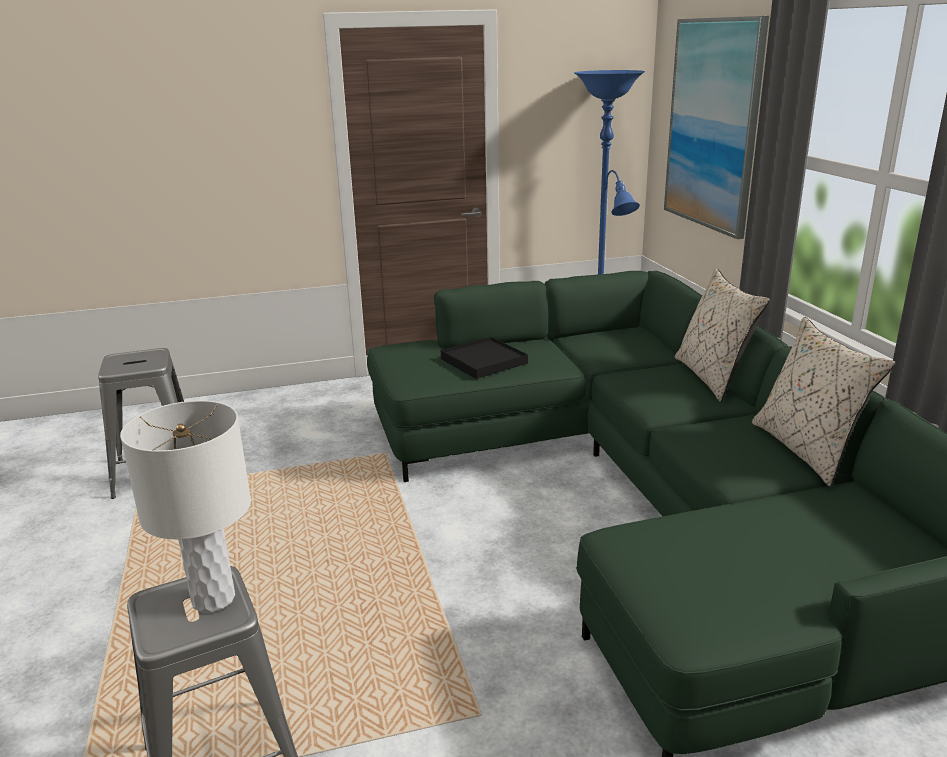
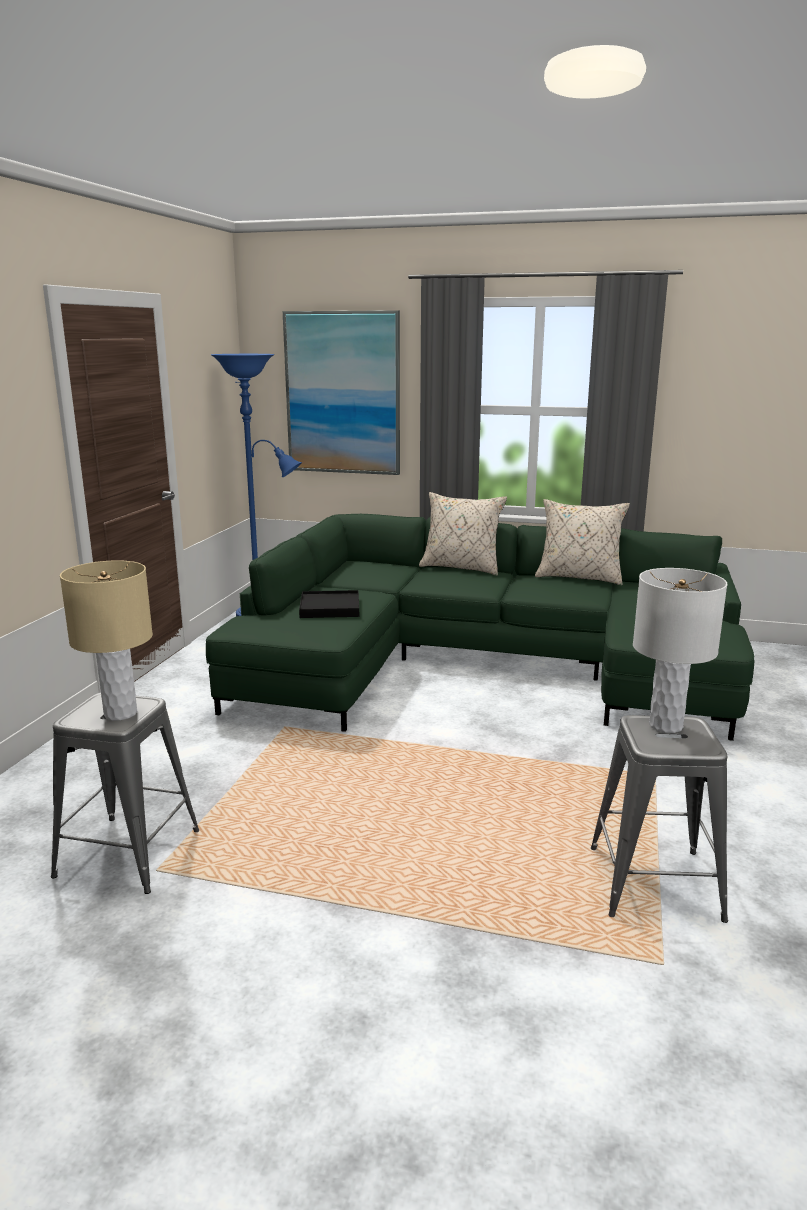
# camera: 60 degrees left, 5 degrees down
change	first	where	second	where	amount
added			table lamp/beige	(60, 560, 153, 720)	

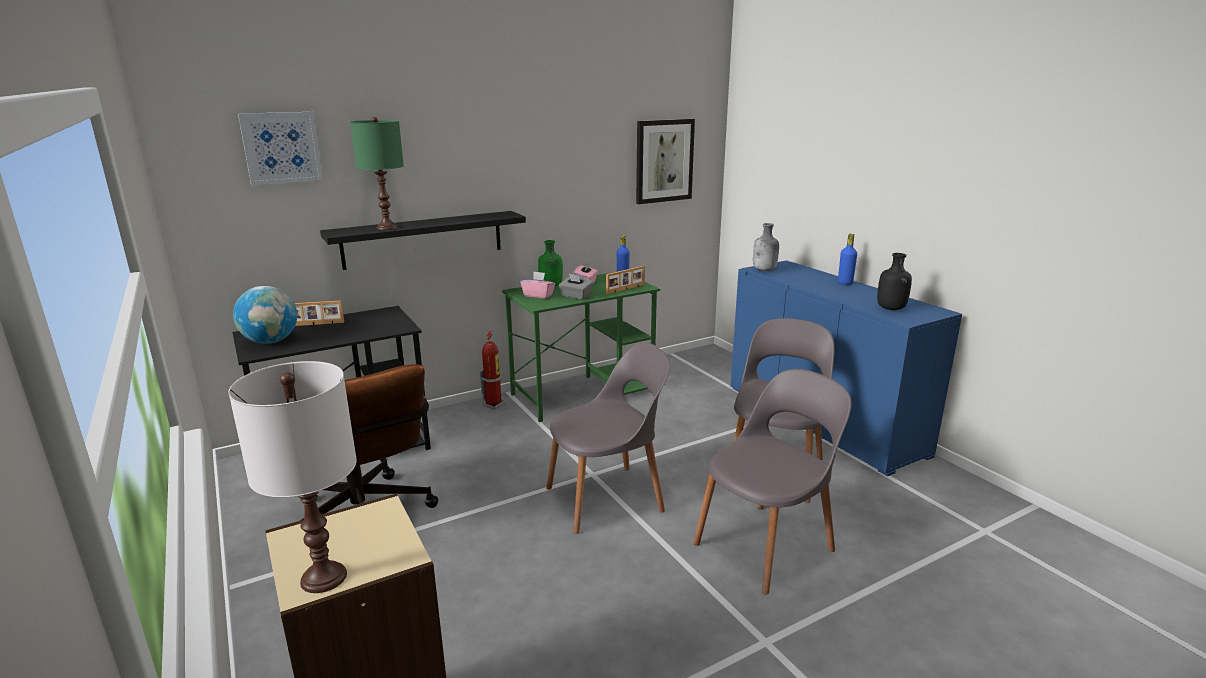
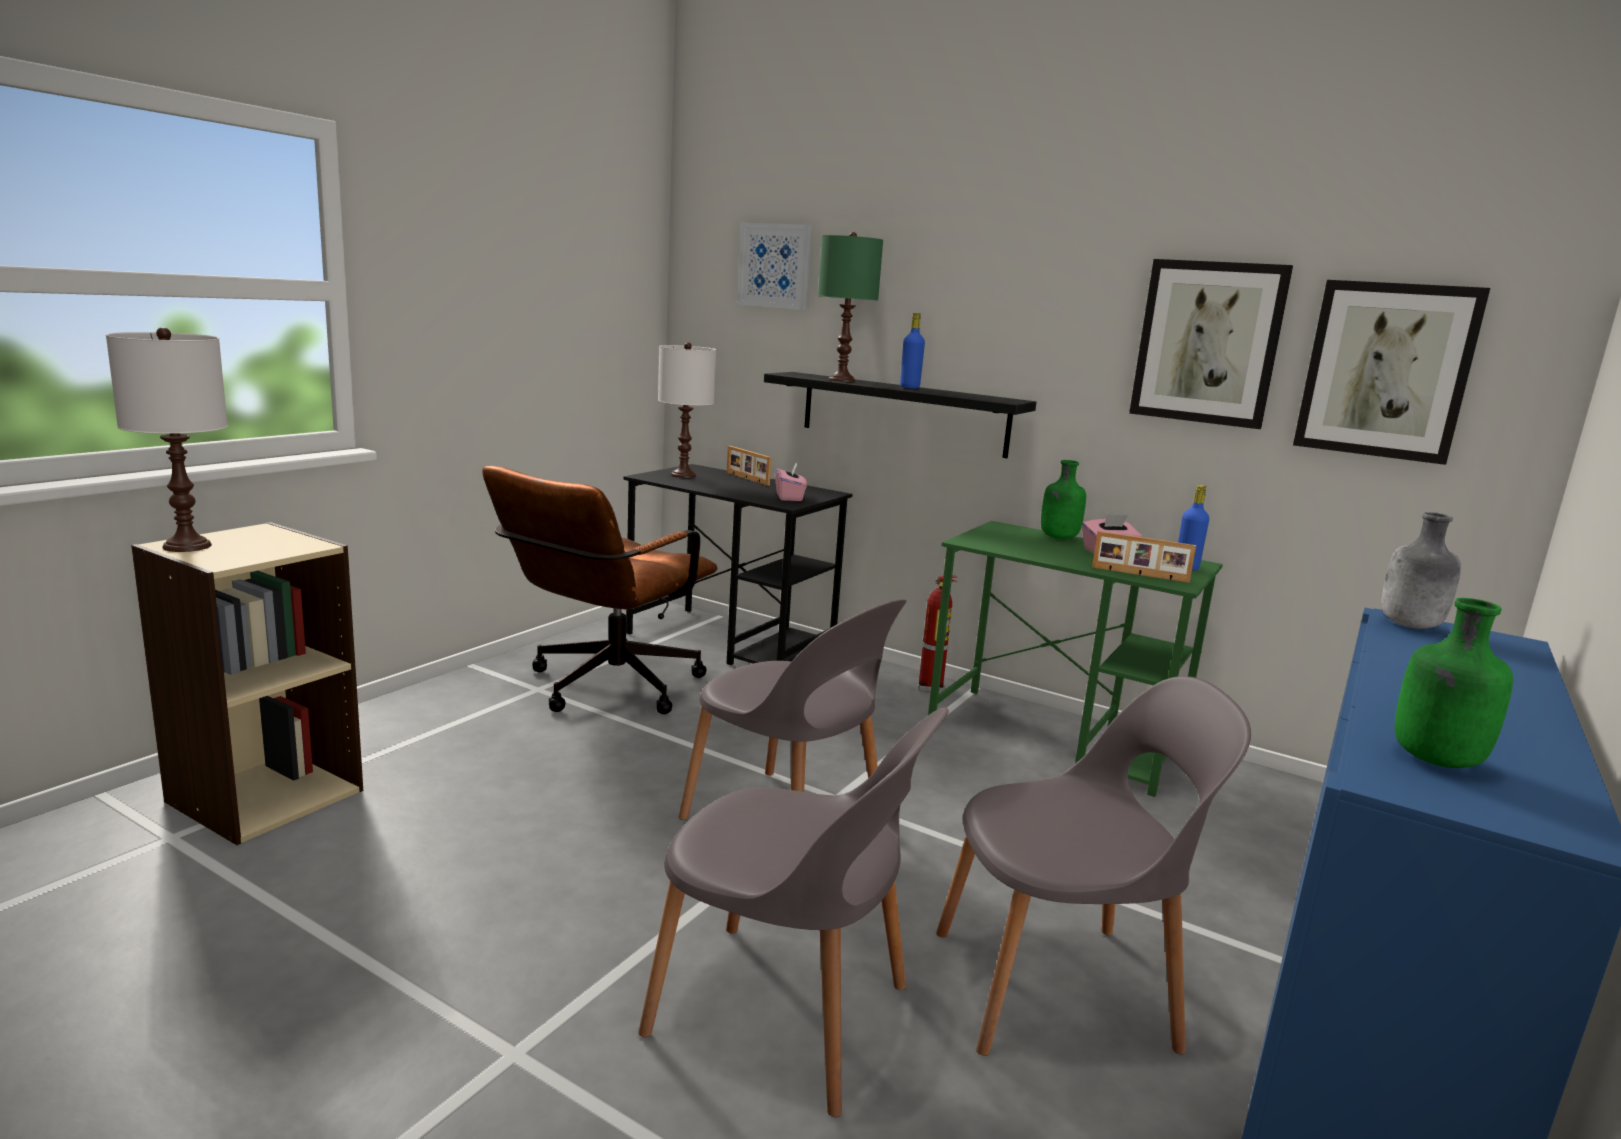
# camera: 60 degrees right, 5 degrees down
change	first	where	second	where	amount
moved	bottle/blue	(838, 234, 857, 285)		(900, 313, 925, 389)	
recoloured	bottle/black	(877, 253, 912, 310)	bottle/green	(1395, 598, 1513, 768)	
moved	tissue box/pink	(521, 272, 555, 299)		(775, 463, 807, 501)	
removed	tissue box/grey	(559, 274, 593, 300)			
replaced	globe	(233, 286, 297, 344)	table lamp/white	(658, 342, 716, 478)	
added			picture	(1129, 259, 1293, 429)	

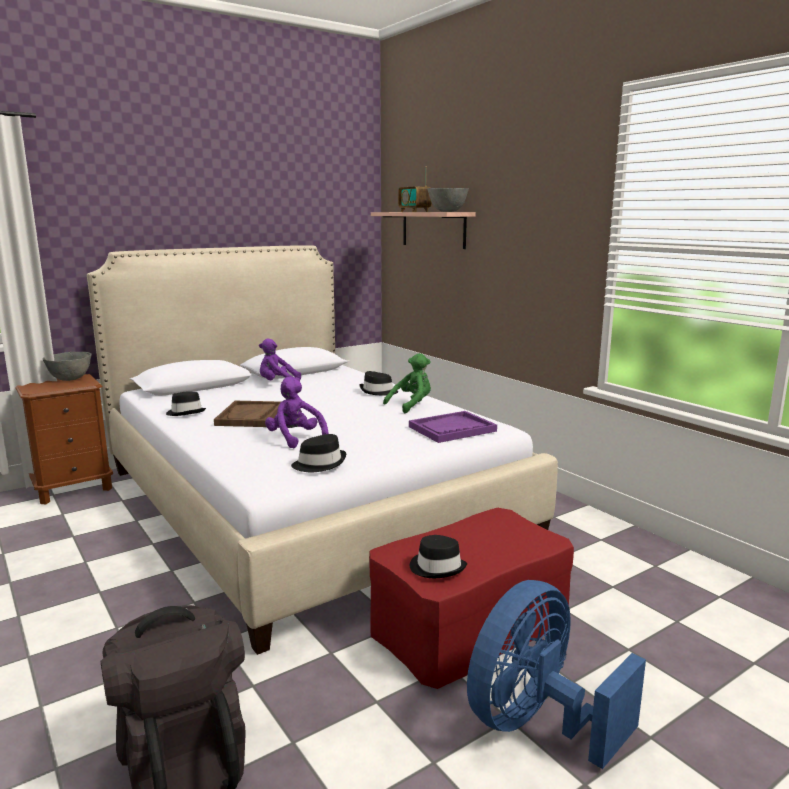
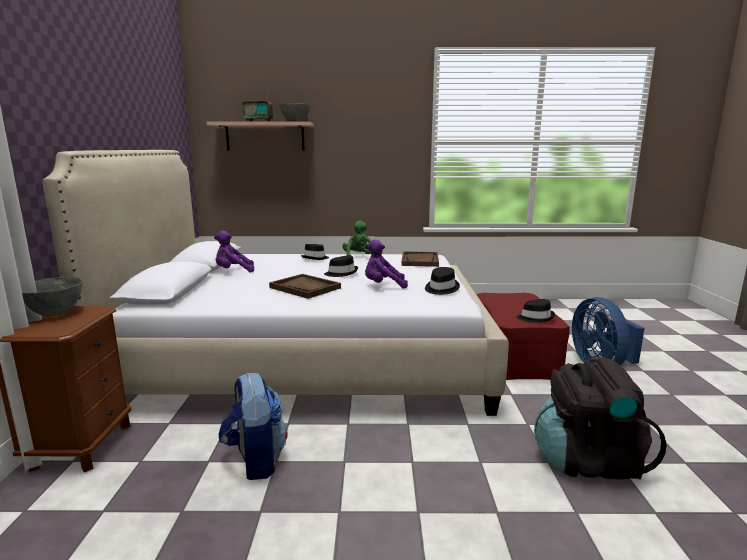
# camera: 55 degrees left, 0 degrees up
change	first	where	second	where	amount
turned	plush toy/purple	(259, 339, 301, 381)		(214, 231, 254, 273)	45 degrees clockwise
moved	hat/black	(166, 391, 206, 416)		(324, 255, 358, 277)	
recoloured	tray/purple	(409, 411, 497, 443)	tray/brown	(401, 251, 439, 267)	
added			backpack	(218, 373, 288, 480)	

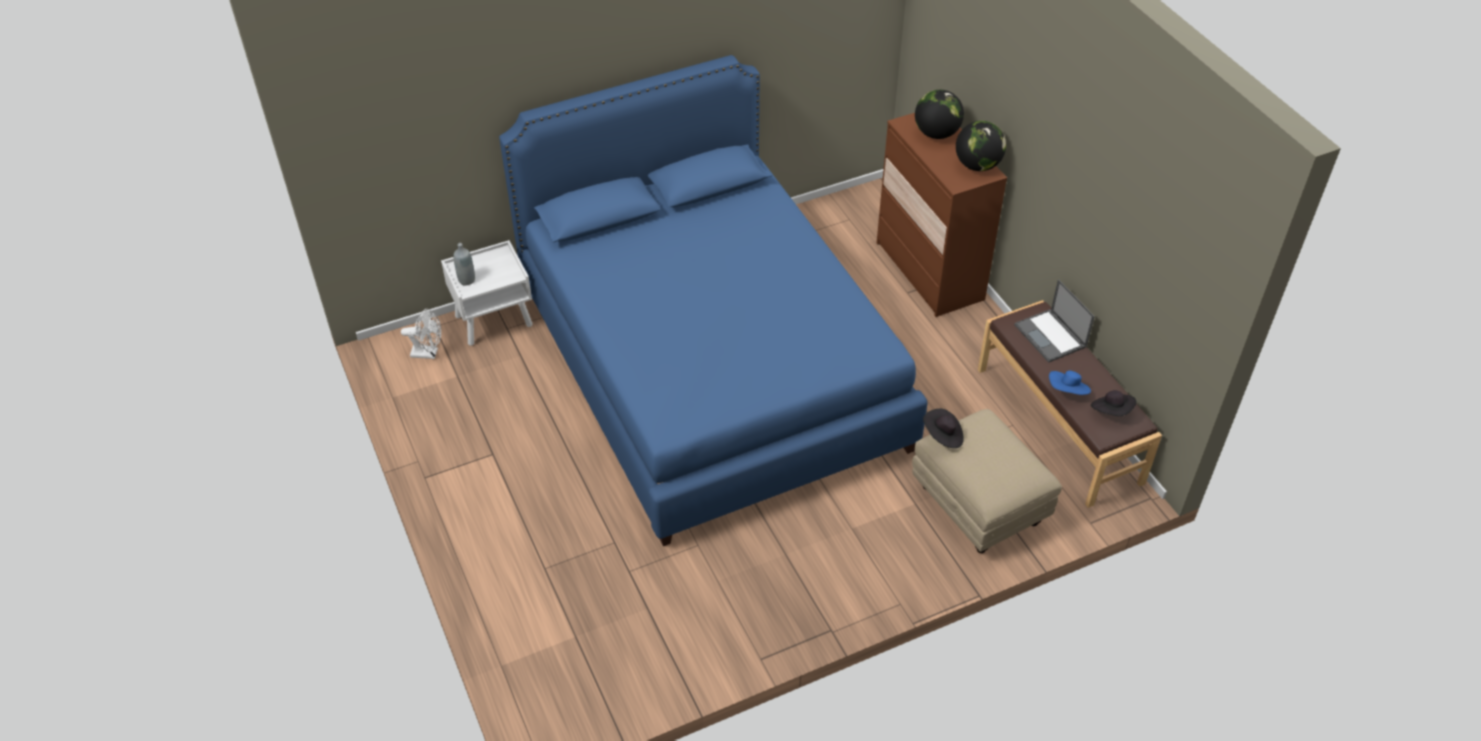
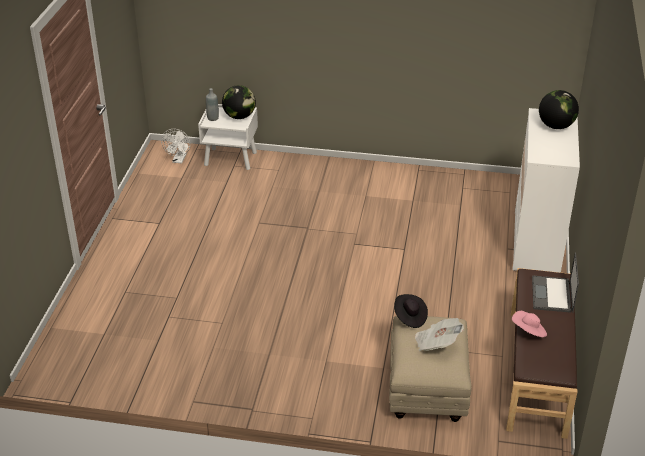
# camera: 35 degrees right, 10 degrees down
change	first	where	second	where	amount
removed	bed/blue	(499, 55, 928, 546)			
recoloured	dresser/brown	(877, 113, 1007, 317)	dresser/white	(512, 108, 580, 273)	
moved	globe	(956, 121, 1006, 171)		(222, 85, 256, 119)	
turned	fan/white	(401, 309, 441, 359)		(161, 129, 190, 164)	60 degrees clockwise
recoloured	hat/blue	(1049, 370, 1091, 395)	hat/pink	(512, 311, 547, 337)	
removed	hat/black	(1091, 390, 1137, 416)			
added			newspaper	(415, 318, 464, 351)	

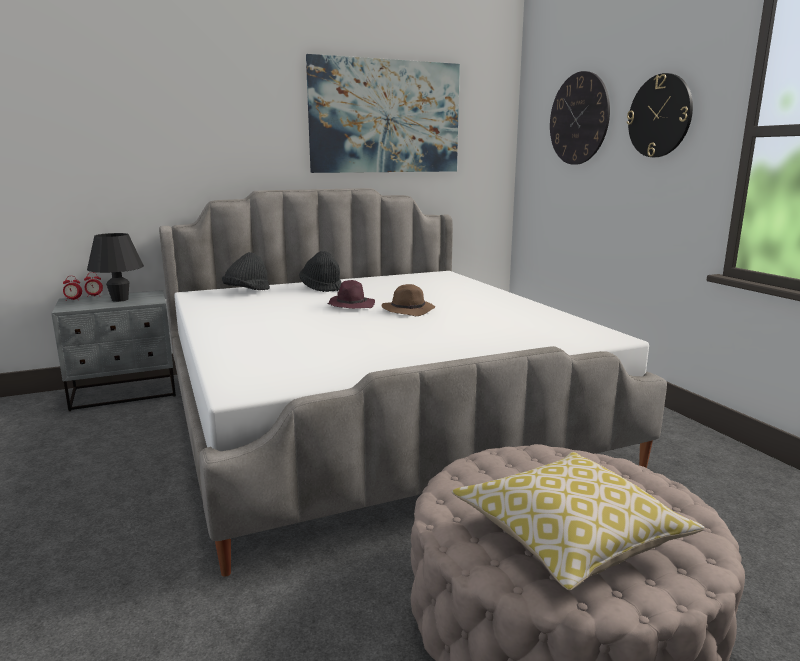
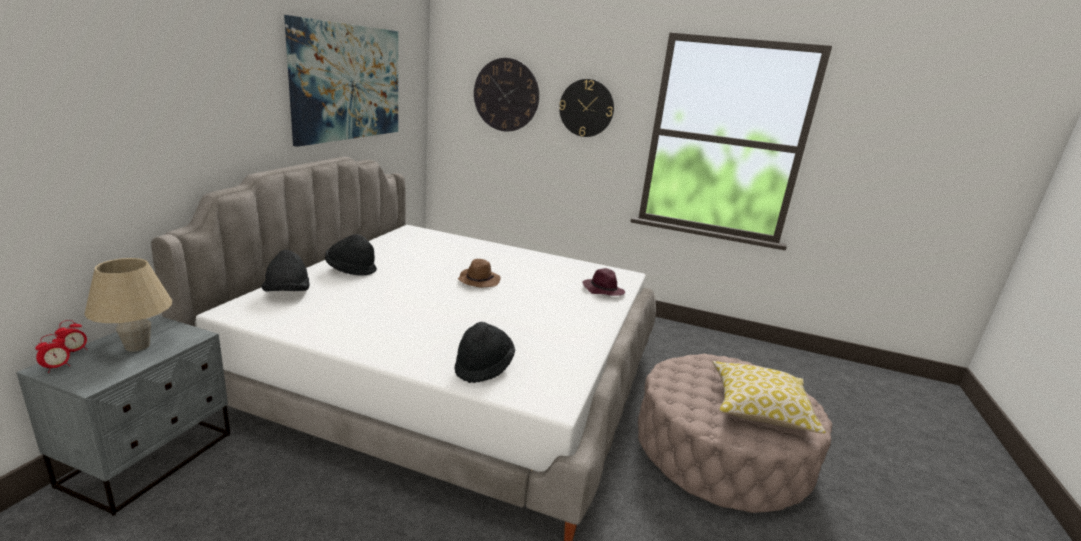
# camera: 50 degrees left, 5 degrees up
change	first	where	second	where	amount
recoloured	table lamp/black	(87, 233, 144, 302)	table lamp/beige	(84, 258, 172, 352)	
moved	hat/purple	(327, 280, 375, 309)		(582, 268, 625, 296)	
added			hat/black	(454, 322, 515, 383)	

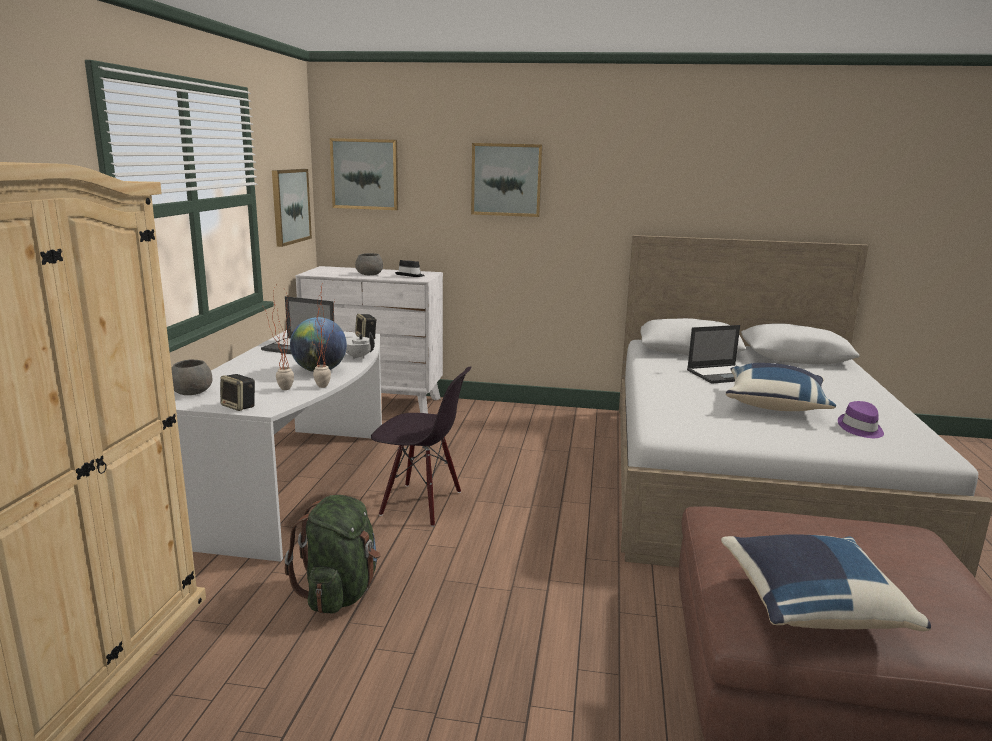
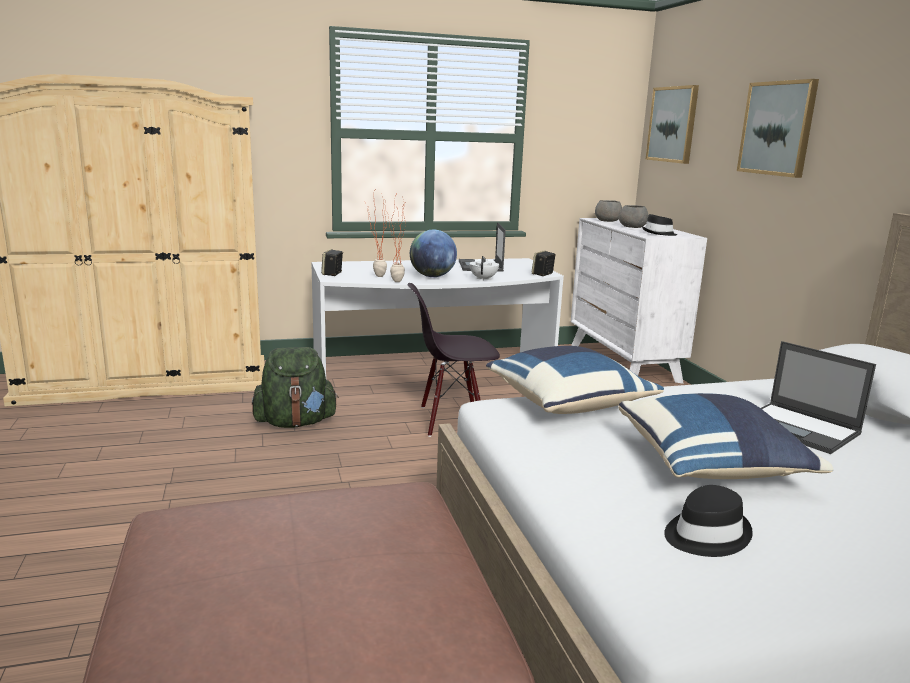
# camera: 65 degrees right, 0 degrees up
change	first	where	second	where	amount
removed	picture	(272, 169, 312, 247)			
moved	bowl/grey	(171, 359, 213, 395)		(595, 200, 622, 222)	
turned	chair/black	(371, 367, 471, 527)		(408, 283, 500, 437)	90 degrees clockwise
recoloured	hat/purple	(838, 401, 884, 438)	hat/black	(664, 485, 753, 557)	
moved	pillow/blue	(721, 534, 931, 632)		(486, 346, 664, 414)	

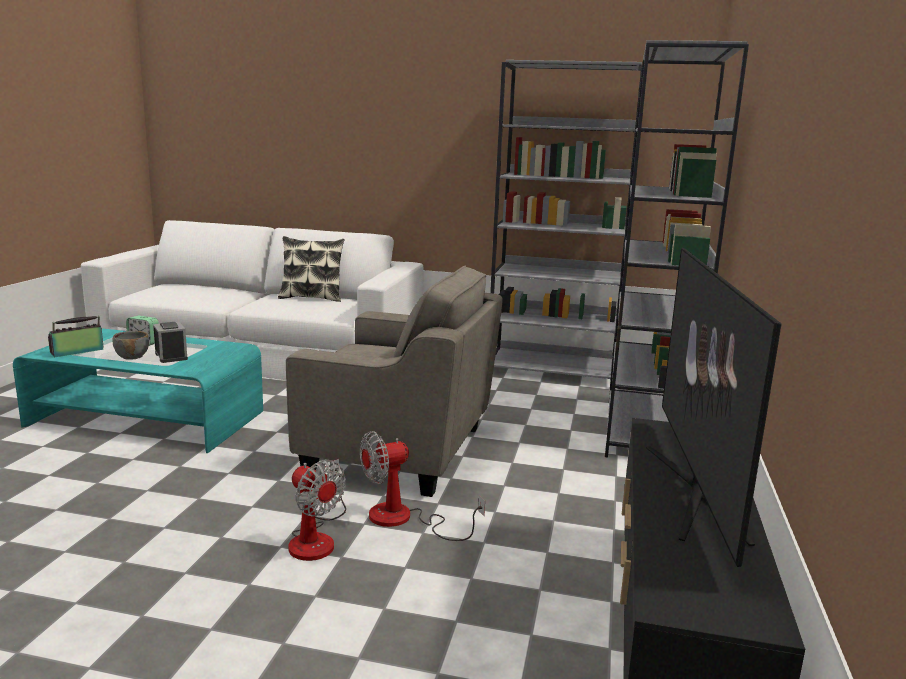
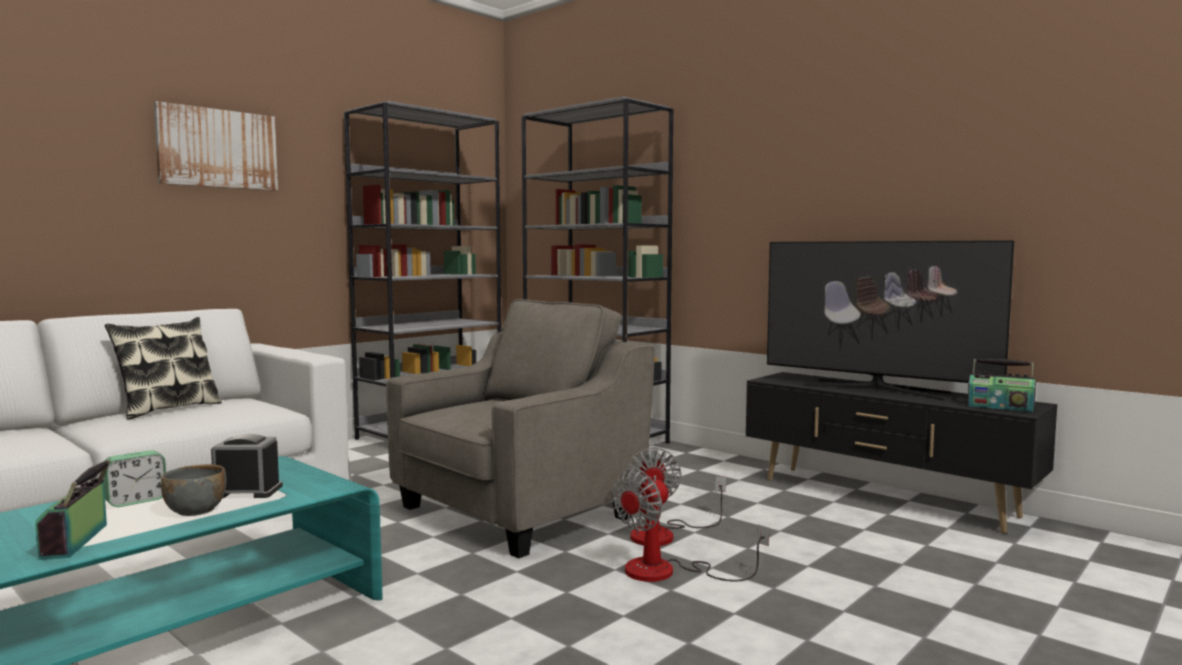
# camera: 60 degrees left, 10 degrees down
change	first	where	second	where	amount
turned	fan	(288, 459, 346, 561)		(612, 469, 769, 582)	150 degrees clockwise
added			picture	(154, 101, 278, 190)	
added			radio	(967, 359, 1036, 412)	

